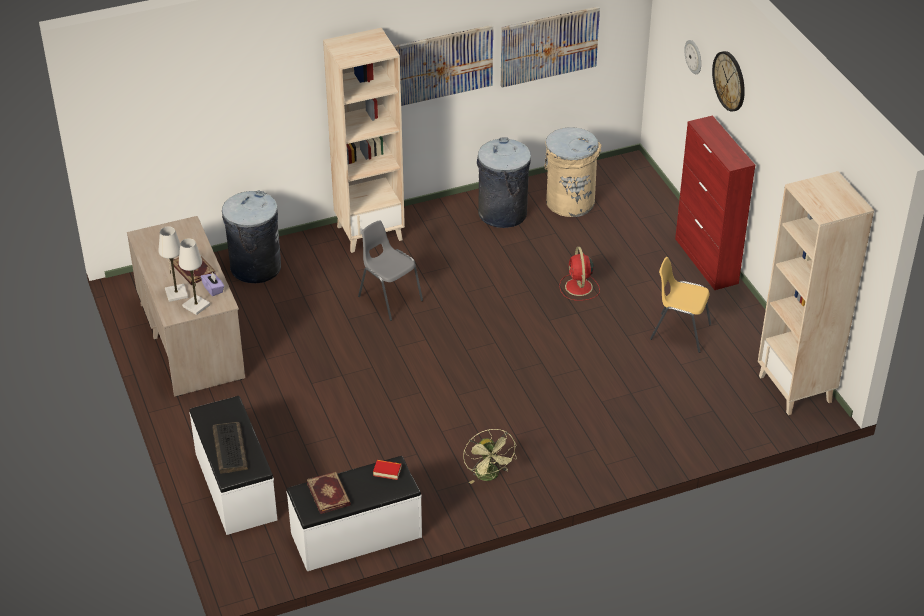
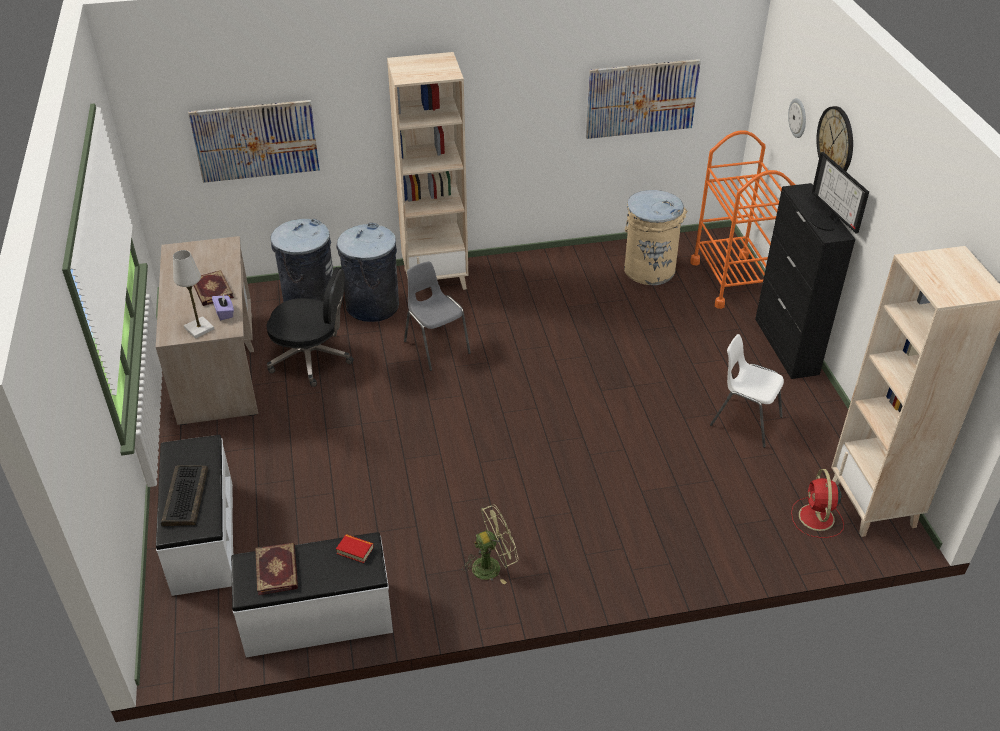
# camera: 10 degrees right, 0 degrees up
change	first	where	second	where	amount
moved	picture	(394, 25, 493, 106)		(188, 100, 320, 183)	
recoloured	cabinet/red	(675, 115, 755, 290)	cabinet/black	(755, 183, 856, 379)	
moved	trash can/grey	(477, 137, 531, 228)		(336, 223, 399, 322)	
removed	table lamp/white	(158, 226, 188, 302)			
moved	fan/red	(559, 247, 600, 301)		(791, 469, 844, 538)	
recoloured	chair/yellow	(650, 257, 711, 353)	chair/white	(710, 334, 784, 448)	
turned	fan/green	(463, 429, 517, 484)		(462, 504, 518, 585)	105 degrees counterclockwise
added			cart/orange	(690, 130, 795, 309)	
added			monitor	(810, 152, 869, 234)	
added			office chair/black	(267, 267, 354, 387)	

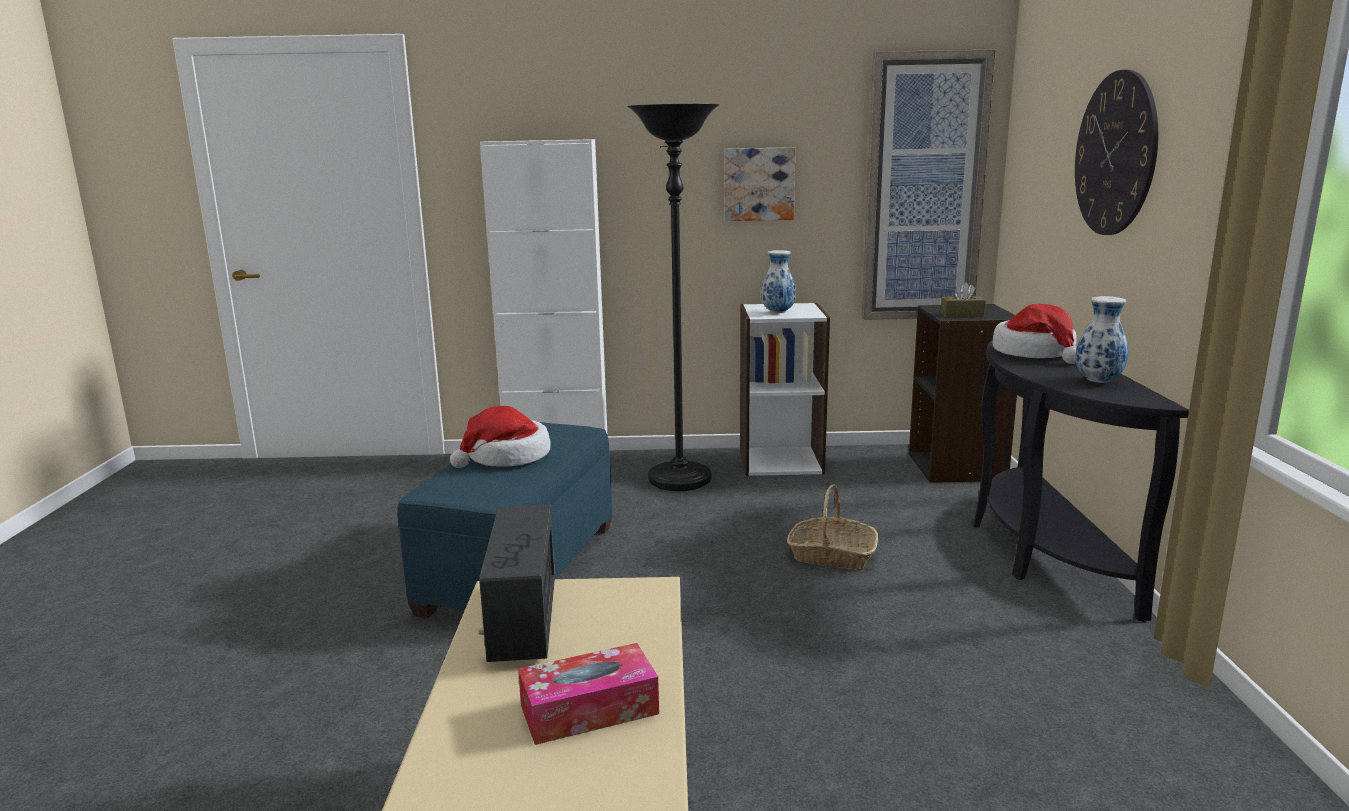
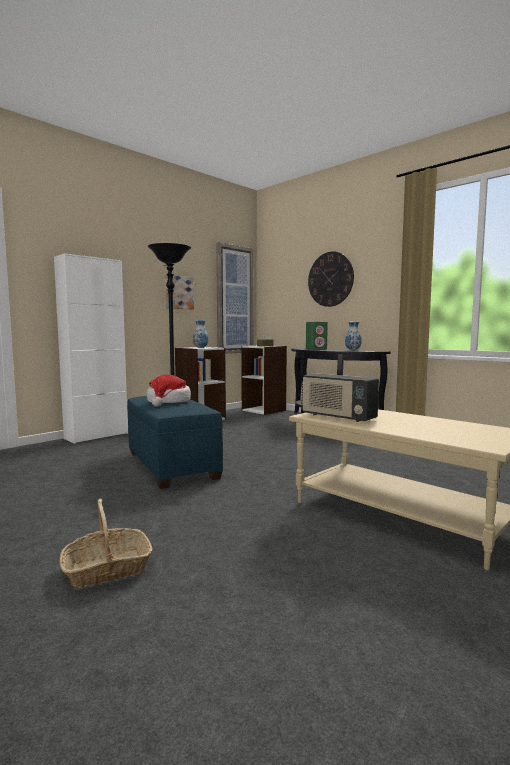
# camera: 45 degrees left, 10 degrees down
change	first	where	second	where	amount
recoloured	bookcase/black	(909, 304, 1017, 483)	bookcase/white	(241, 345, 287, 415)	
replaced	hat	(993, 304, 1077, 364)	speaker/green	(306, 322, 328, 350)	
moved	basket	(787, 484, 878, 570)		(59, 499, 152, 587)	
removed	tissue box	(518, 643, 659, 745)			

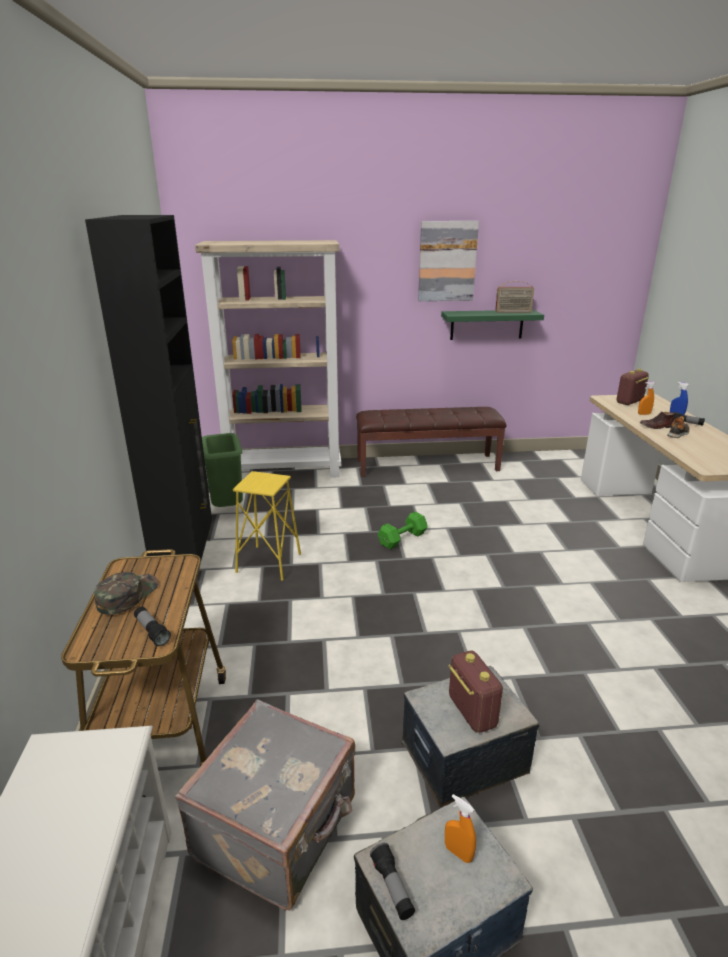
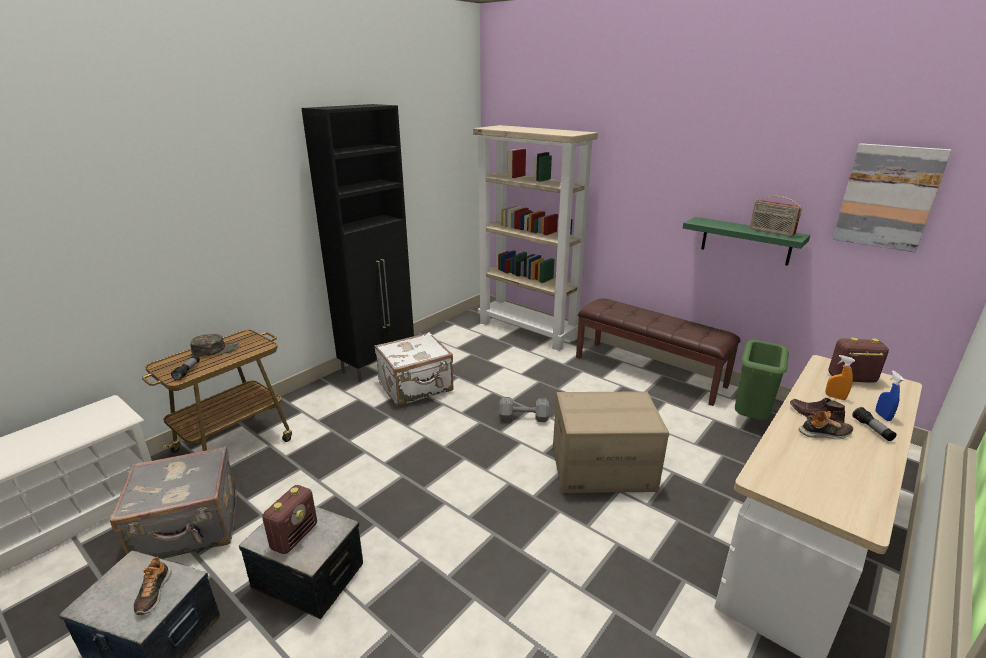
# camera: 45 degrees right, 0 degrees up
change	first	where	second	where	amount
moved	picture	(418, 221, 479, 301)		(833, 143, 951, 253)	
moved	trash can/green	(202, 433, 243, 507)		(735, 340, 789, 420)	
replaced	stool/yellow	(233, 471, 301, 581)	suitcase/white	(374, 332, 453, 406)	
recoloured	dumbbell/green	(378, 512, 428, 549)	dumbbell/grey	(499, 397, 549, 422)	
replaced	spray bottle/orange	(445, 794, 476, 863)	shoe	(134, 556, 172, 615)	
removed	flashlight	(370, 843, 415, 920)			
added			cardboard box	(553, 391, 669, 493)	

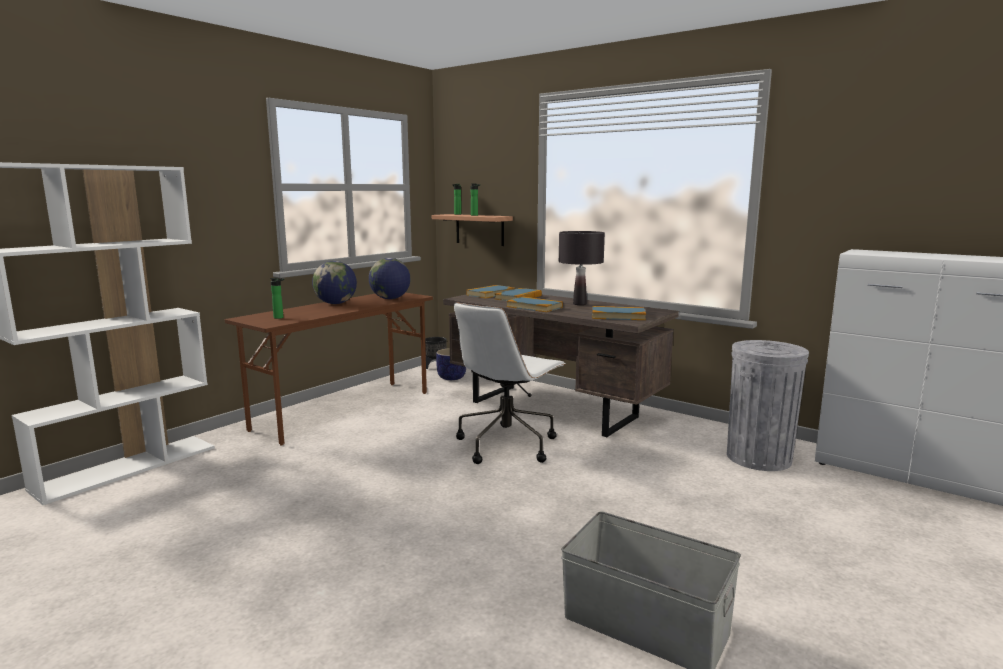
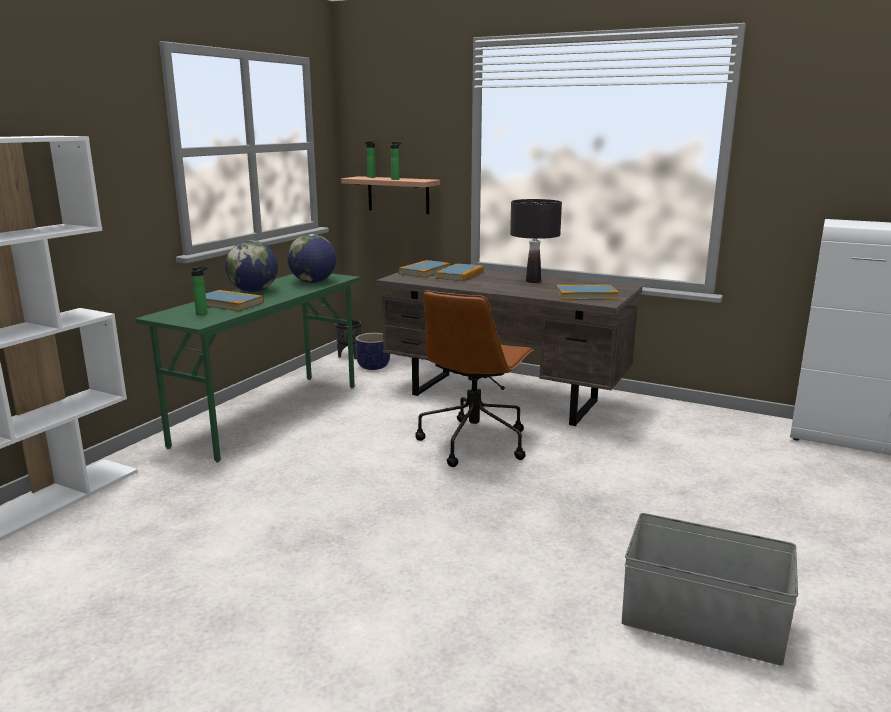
# camera: 10 degrees left, 5 degrees up
change	first	where	second	where	amount
recoloured	desk/brown	(225, 293, 433, 446)	desk/green	(136, 273, 360, 463)	
moved	book	(506, 297, 563, 312)		(206, 290, 264, 311)	
recoloured	office chair/white	(454, 302, 566, 464)	office chair/brown	(415, 290, 534, 467)	
removed	trash can/grey	(727, 340, 809, 471)			

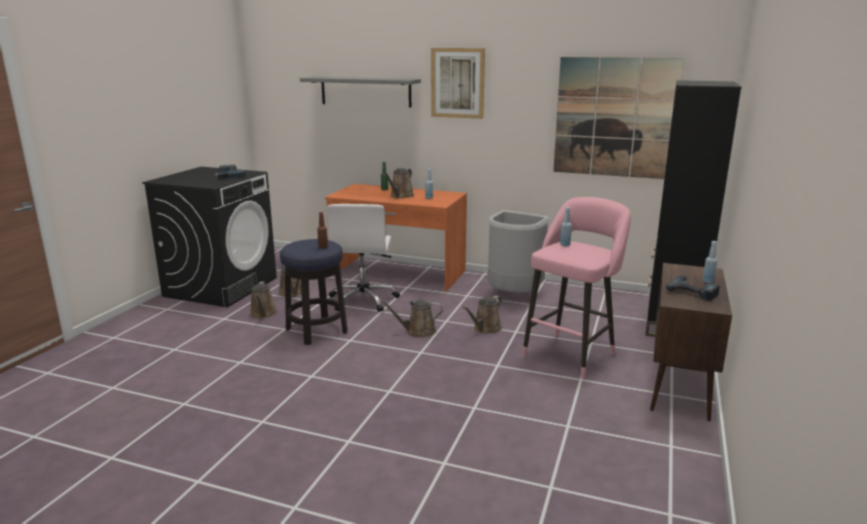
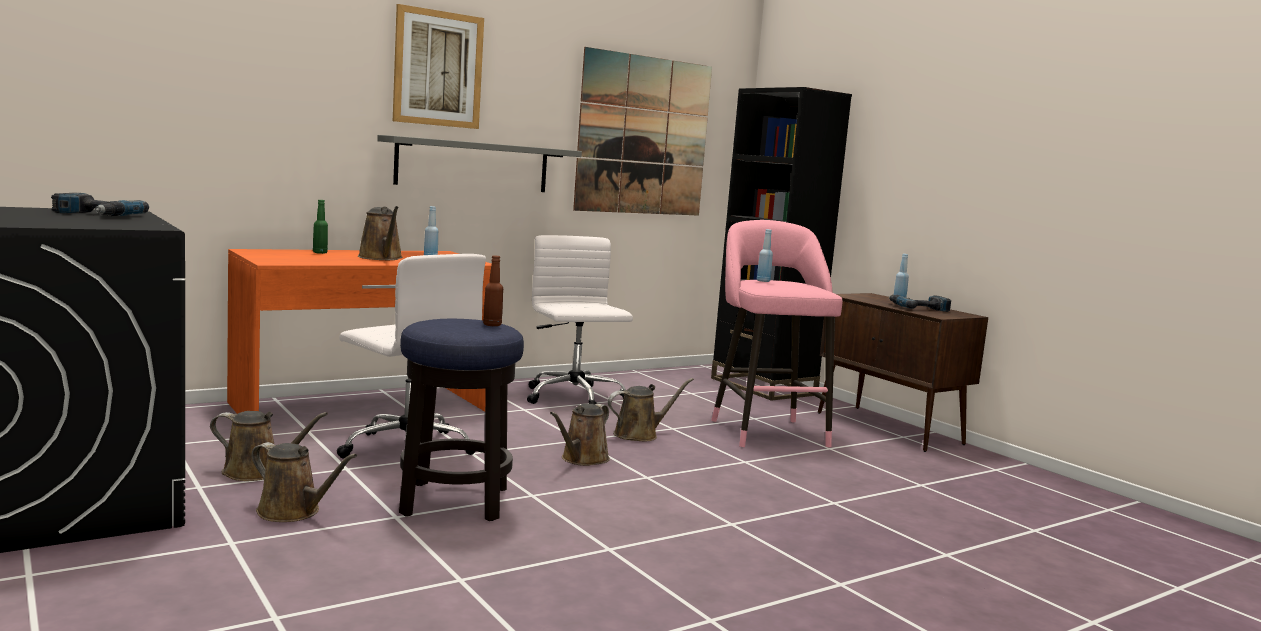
# camera: 55 degrees left, 10 degrees down
change	first	where	second	where	amount
moved	shelf/grey	(300, 77, 421, 108)		(377, 135, 582, 192)	
replaced	trash can/grey	(488, 210, 550, 292)	office chair/white	(527, 235, 633, 405)	
turned	watering can/brown	(463, 296, 502, 334)		(608, 378, 694, 441)	105 degrees counterclockwise

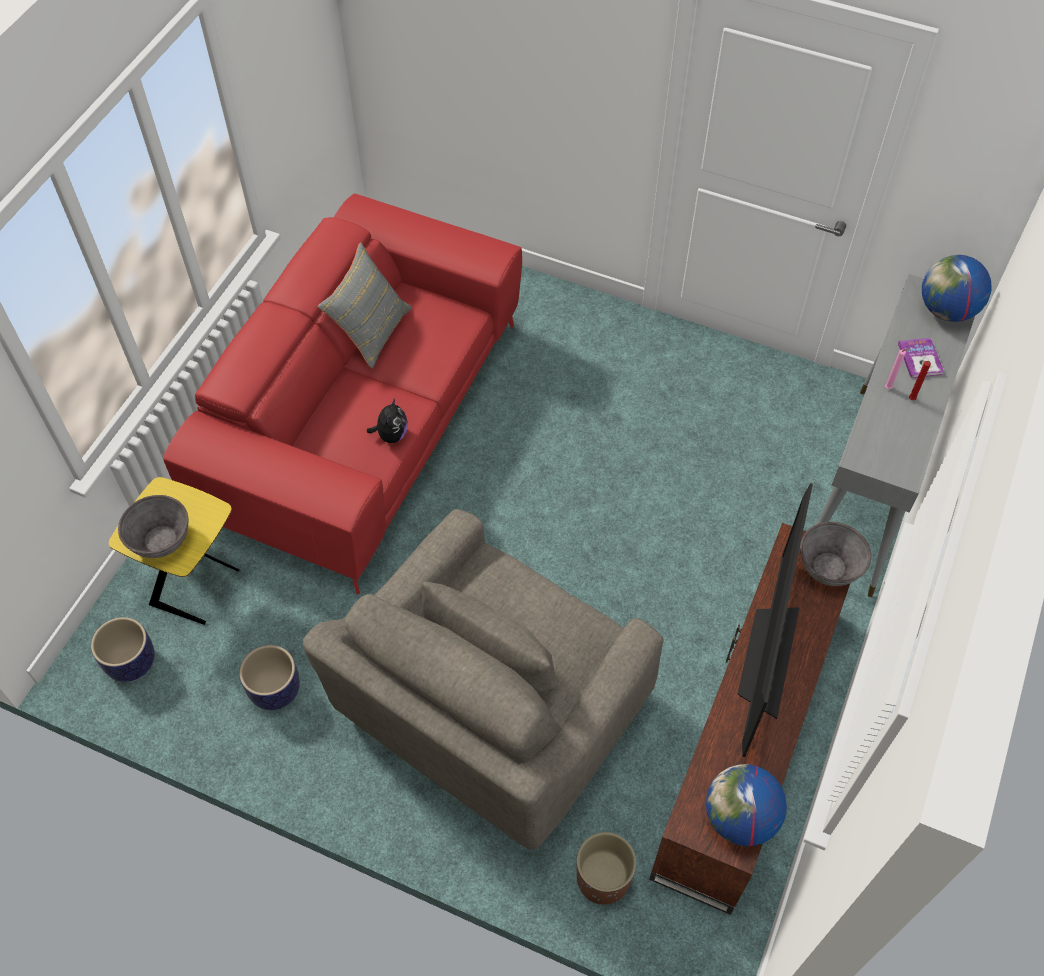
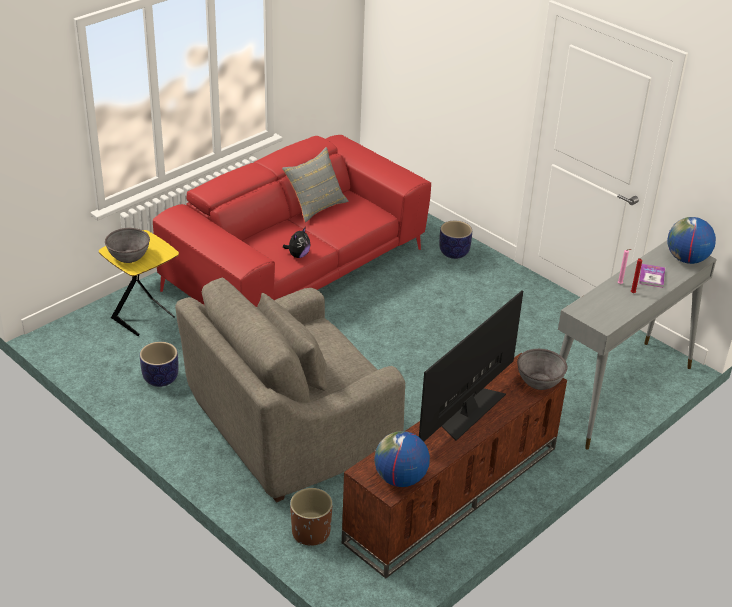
# camera: 20 degrees right, 20 degrees down
change	first	where	second	where	amount
moved	planter	(91, 617, 155, 682)		(439, 221, 472, 259)	

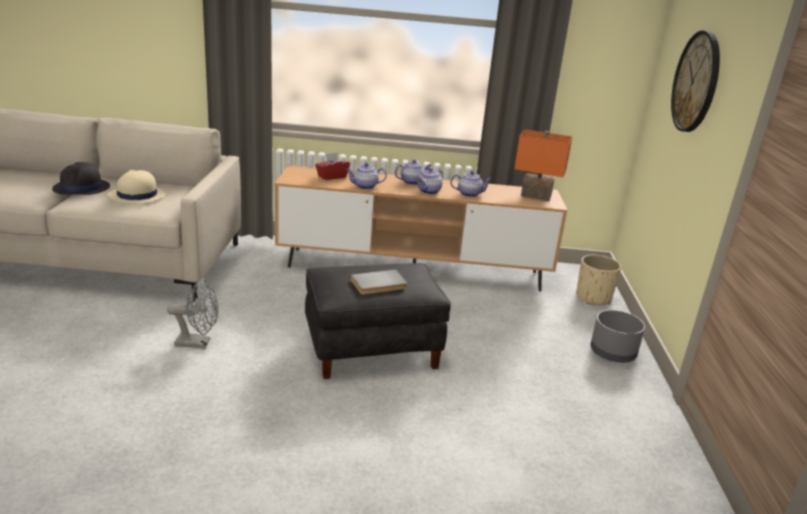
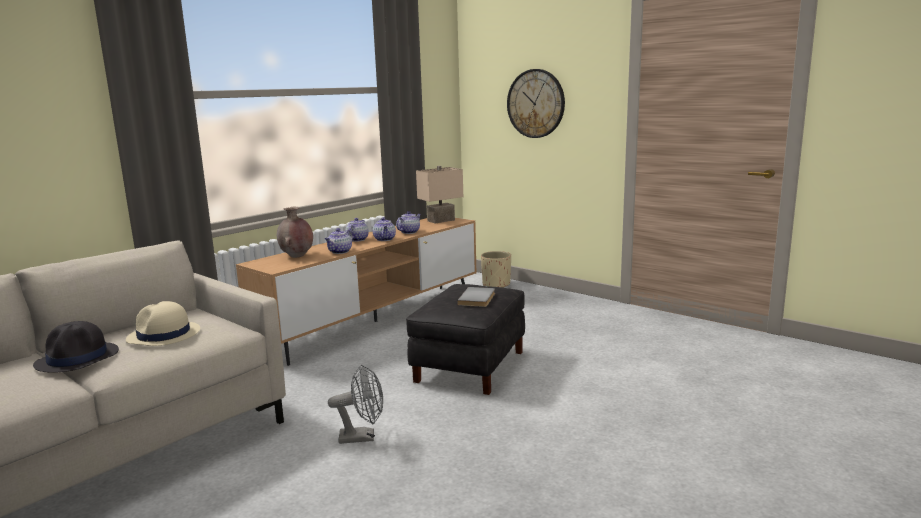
# camera: 50 degrees left, 10 degrees down
change	first	where	second	where	amount
recoloured	table lamp/orange	(515, 129, 573, 201)	table lamp/beige	(416, 166, 463, 223)	
replaced	tissue box/red	(315, 152, 350, 180)	vase/brown	(277, 207, 313, 258)	
turned	fan/grey	(167, 280, 218, 349)		(328, 364, 383, 444)	45 degrees clockwise
removed	planter/grey	(590, 310, 645, 363)			

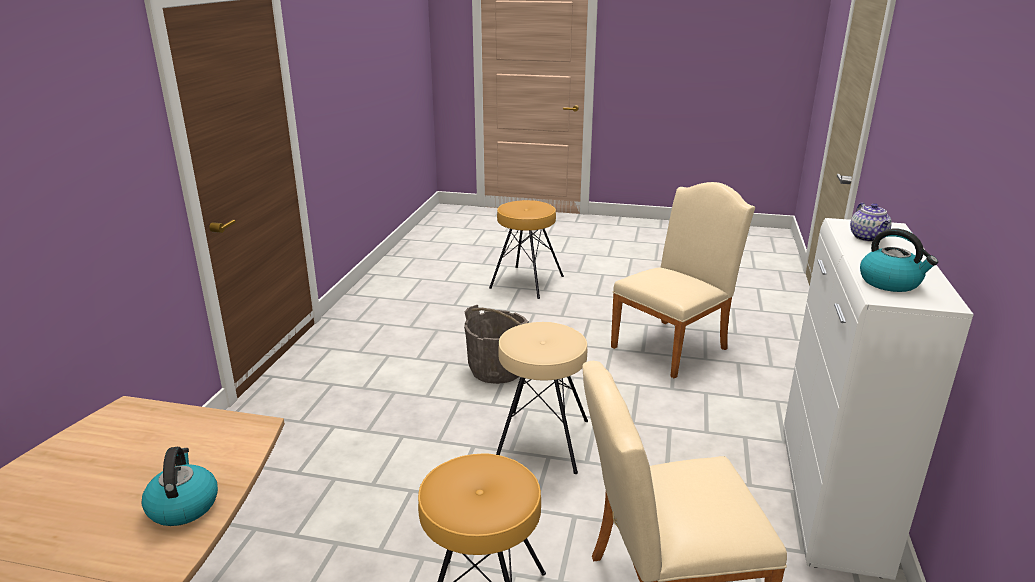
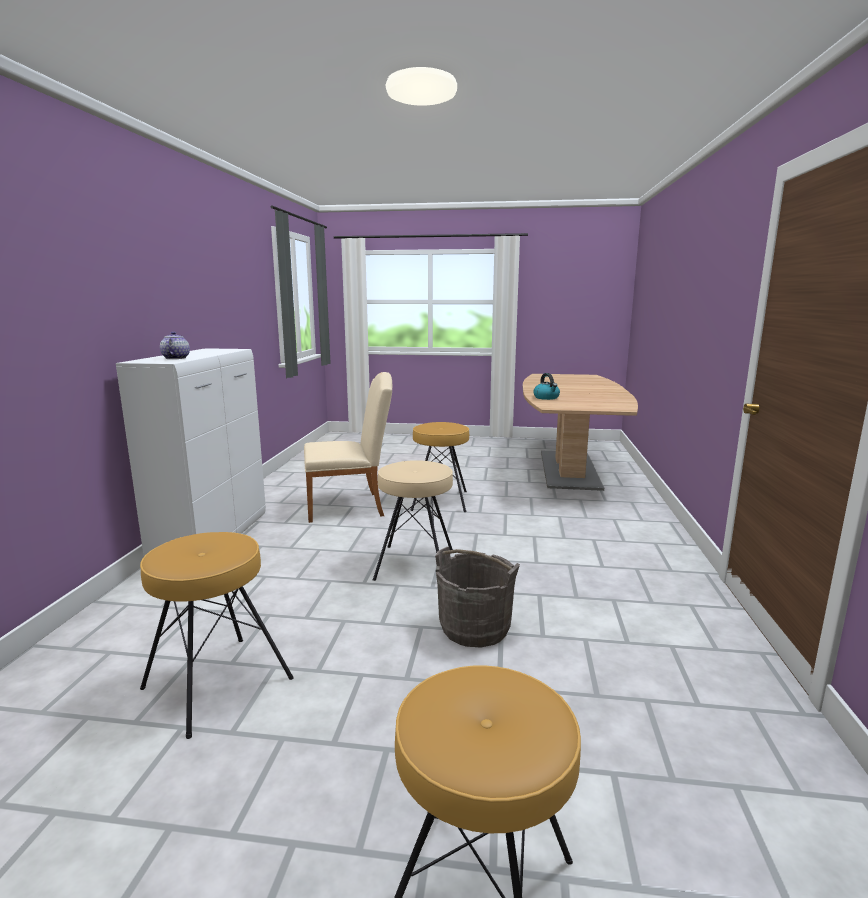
# camera: 175 degrees right, 10 degrees down
change	first	where	second	where	amount
replaced	chair/beige	(611, 182, 755, 379)	stool/brown	(140, 532, 294, 739)	
removed	kettle	(860, 228, 938, 292)			

